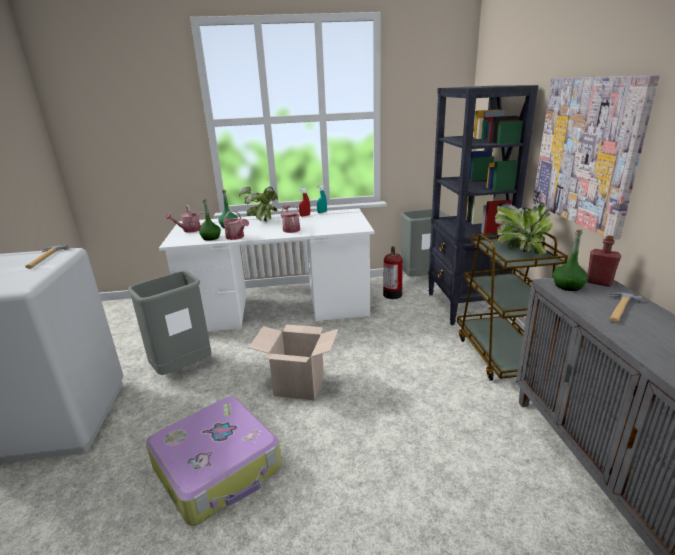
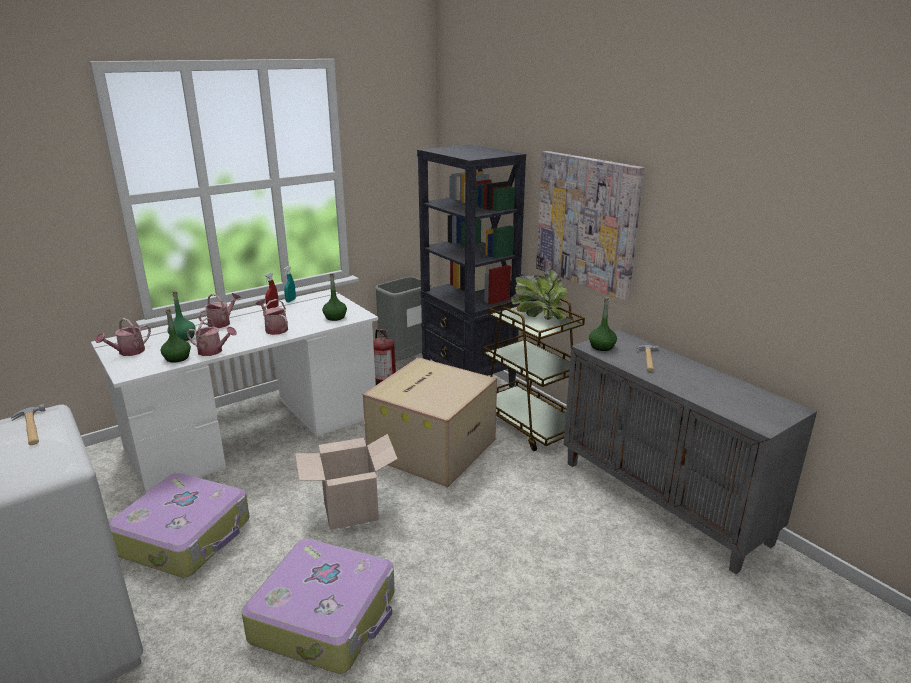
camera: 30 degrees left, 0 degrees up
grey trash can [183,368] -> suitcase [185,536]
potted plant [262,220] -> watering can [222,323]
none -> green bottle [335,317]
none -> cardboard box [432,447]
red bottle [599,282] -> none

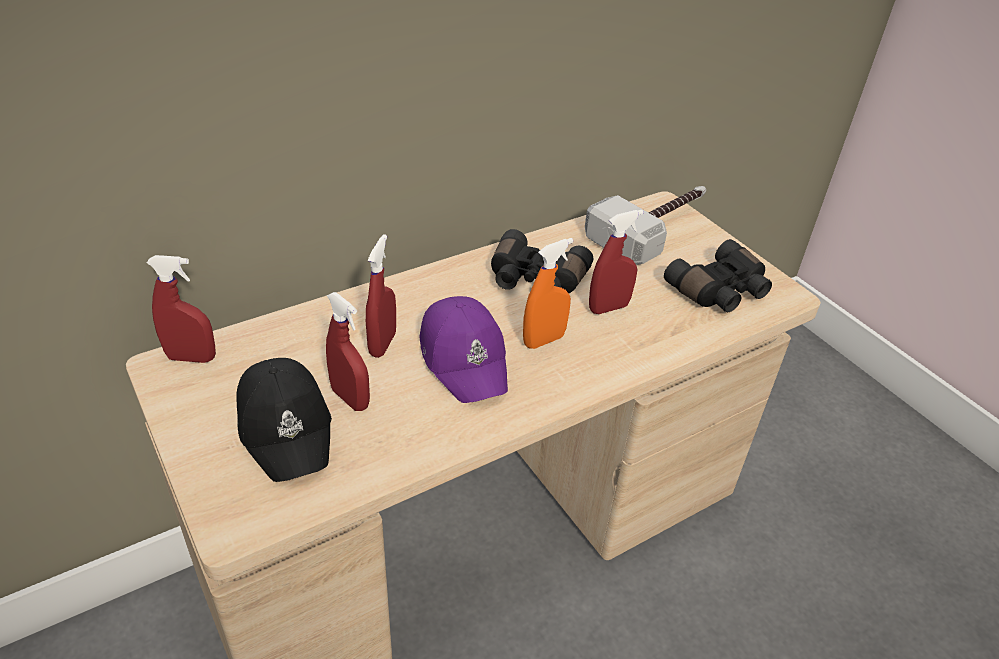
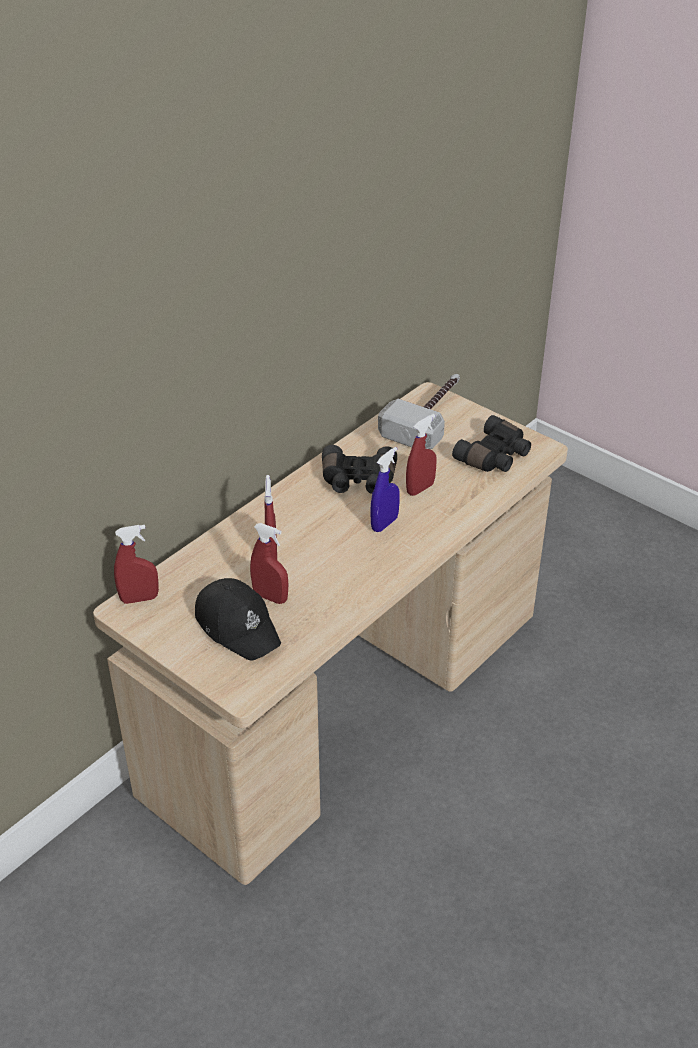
camera: 15 degrees left, 0 degrees up
orange spray bottle [544,340] -> blue spray bottle [384,524]
purple cap [465,358] -> none

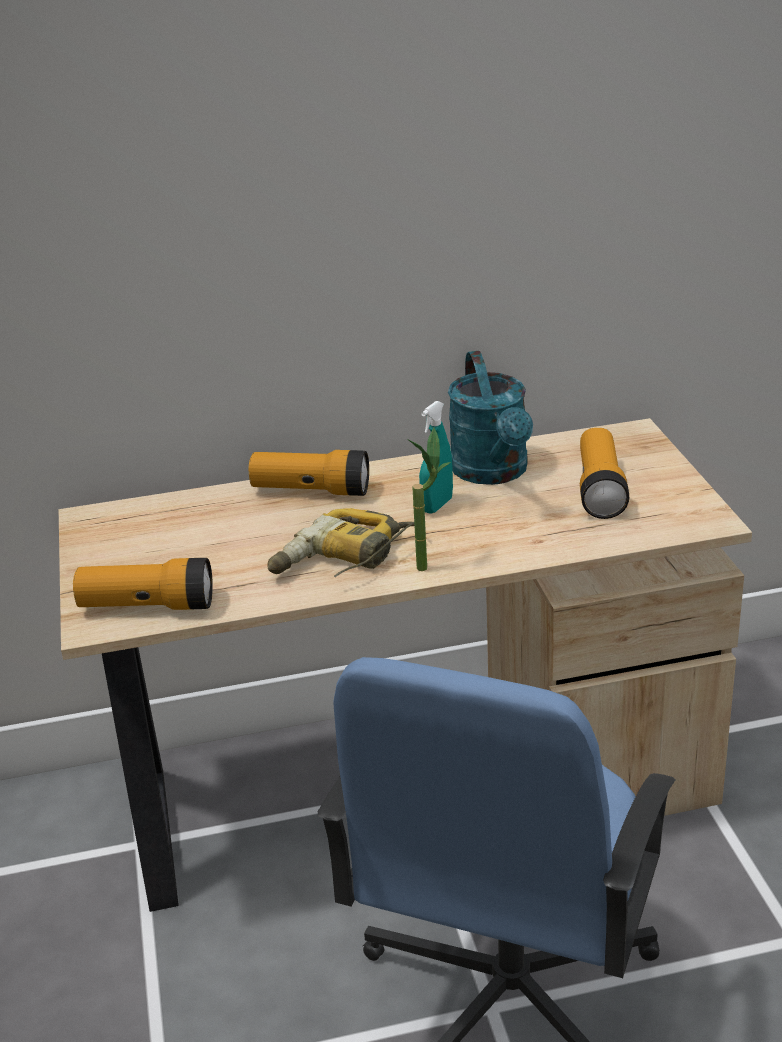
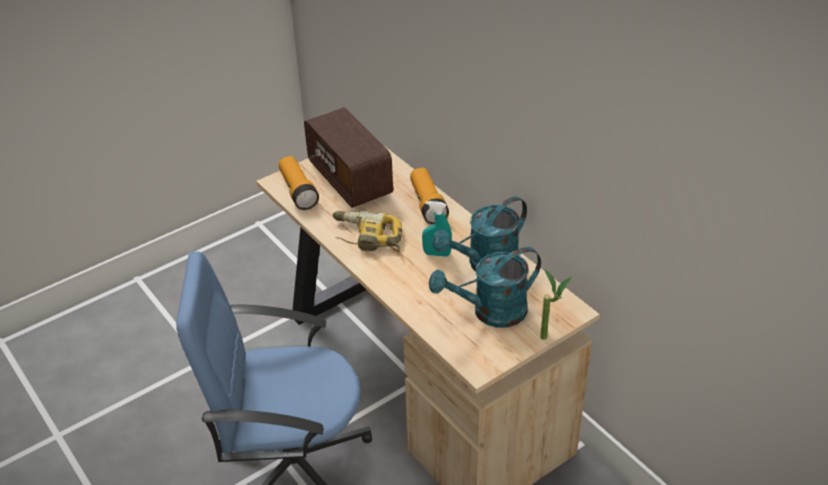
camera: 65 degrees right, 10 degrees up
none -> radio [350,179]
flashlight [600,489] -> turquoise watering can [490,313]
potted plant [429,563] -> potted plant [550,338], shifted

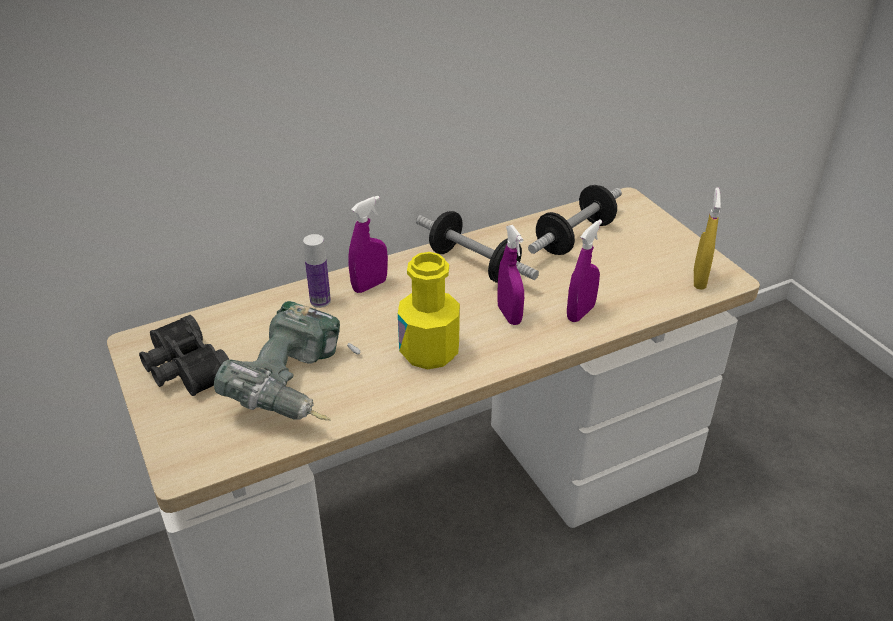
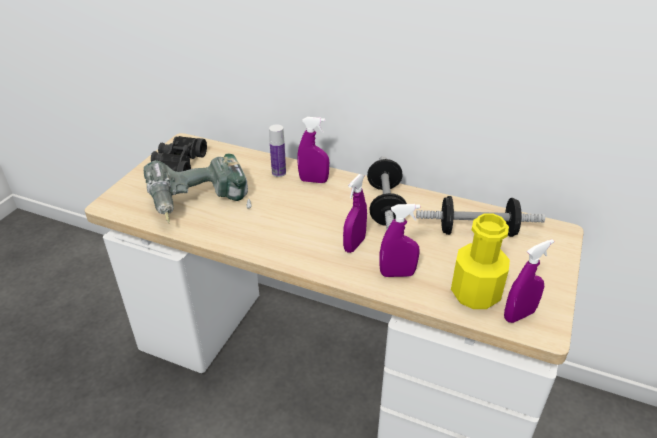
camera: 50 degrees right, 0 degrees up
yellow bottle [429,351] -> yellow bottle [475,293], shifted
yellow spray bottle [699,280] -> purple spray bottle [519,315]

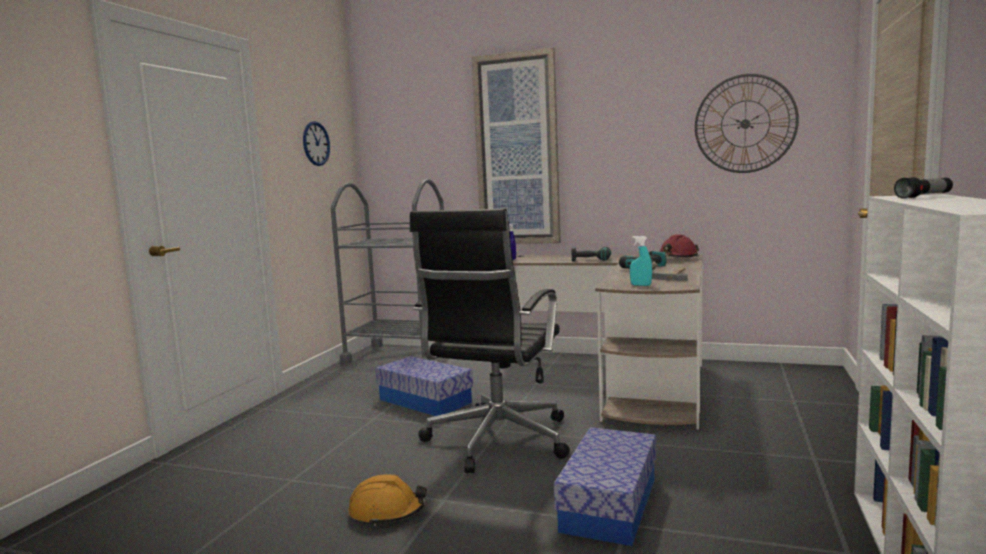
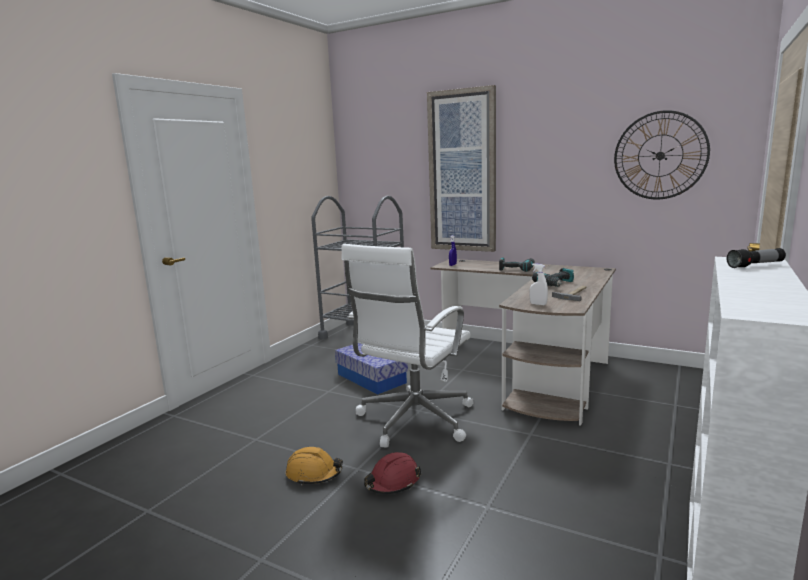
camera: 10 degrees right, 5 degrees up
black office chair [496,441] -> white office chair [413,421]
red hard hat [677,258] -> red hard hat [392,482], shifted
turquoise spray bottle [641,285] -> white spray bottle [538,304]
wall clock [316,143] -> none
storage box [609,505] -> none

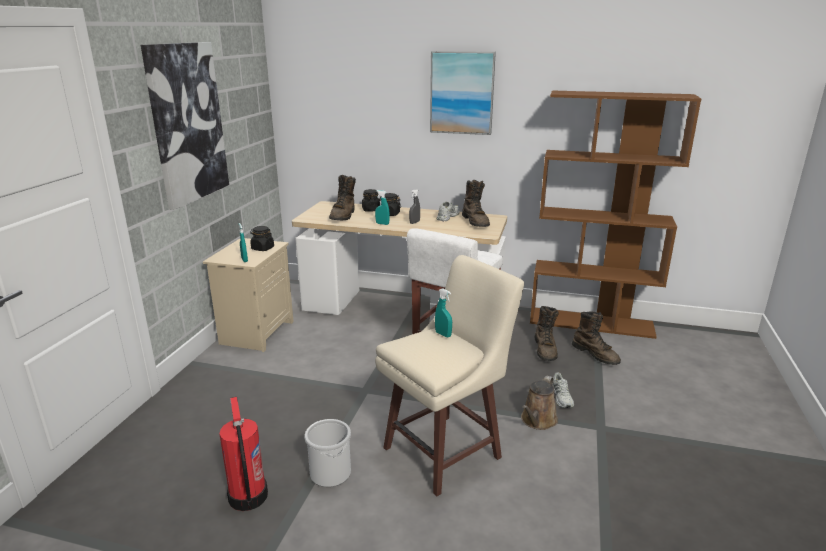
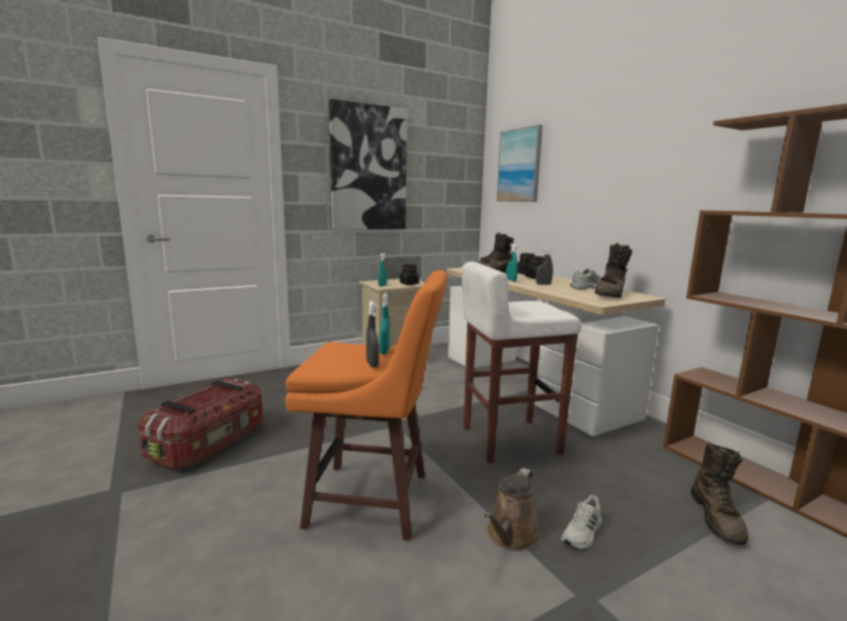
camera: 45 degrees right, 10 degrees down
fire extinguisher [248,497] -> storage box [211,443]
beige stool [445,452] -> orange stool [372,501]
none -> grey spray bottle [372,364]
brown watering can [537,421] -> brown watering can [510,536], 45 degrees counterclockwise
picture [462,93] -> picture [519,165], shifted
bucket [330,473] -> none
brown boot [545,350] -> none

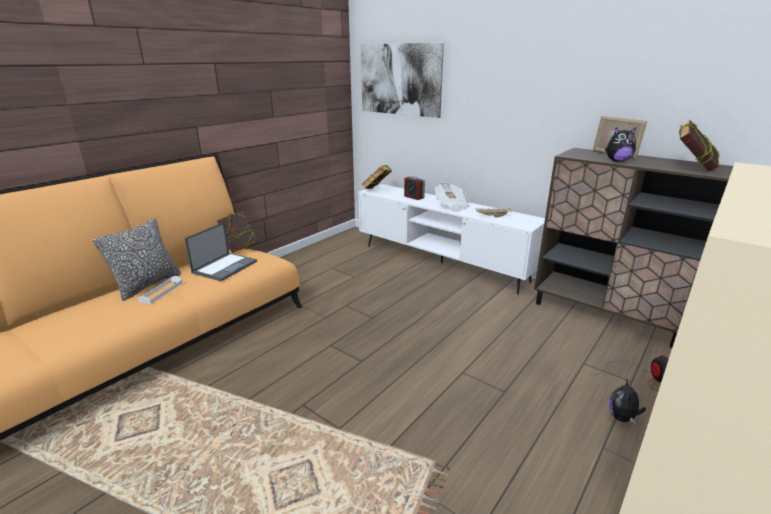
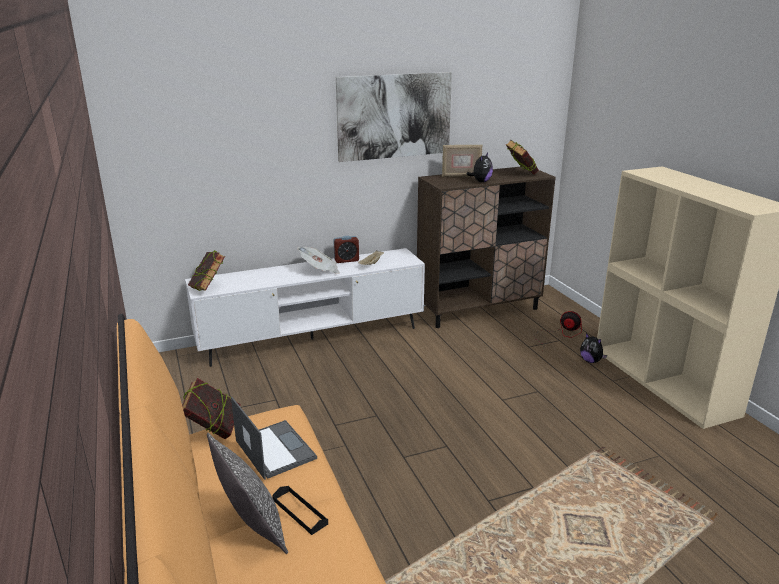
camera: 60 degrees left, 0 degrees up
white tray [161,292] -> black tray [299,512]
alarm clock [414,197] -> alarm clock [346,260], shifted
picture [400,79] -> picture [394,116], shifted

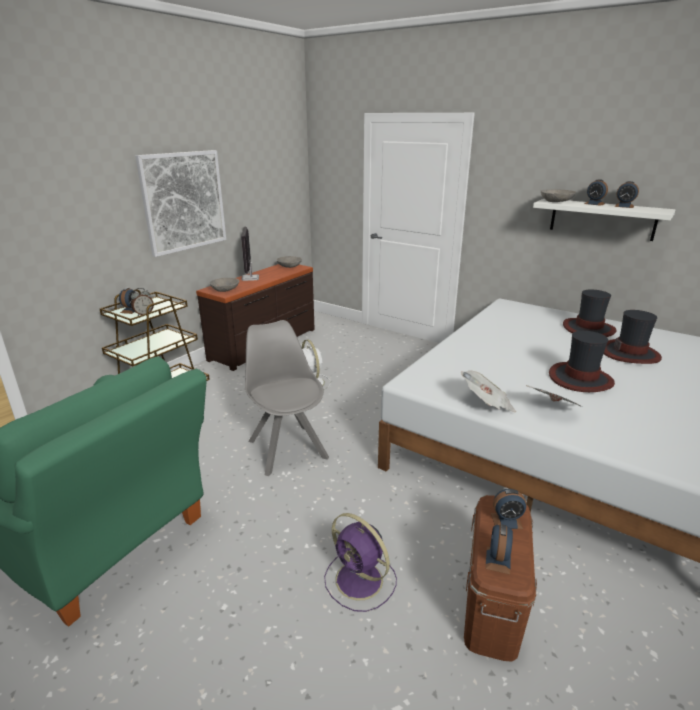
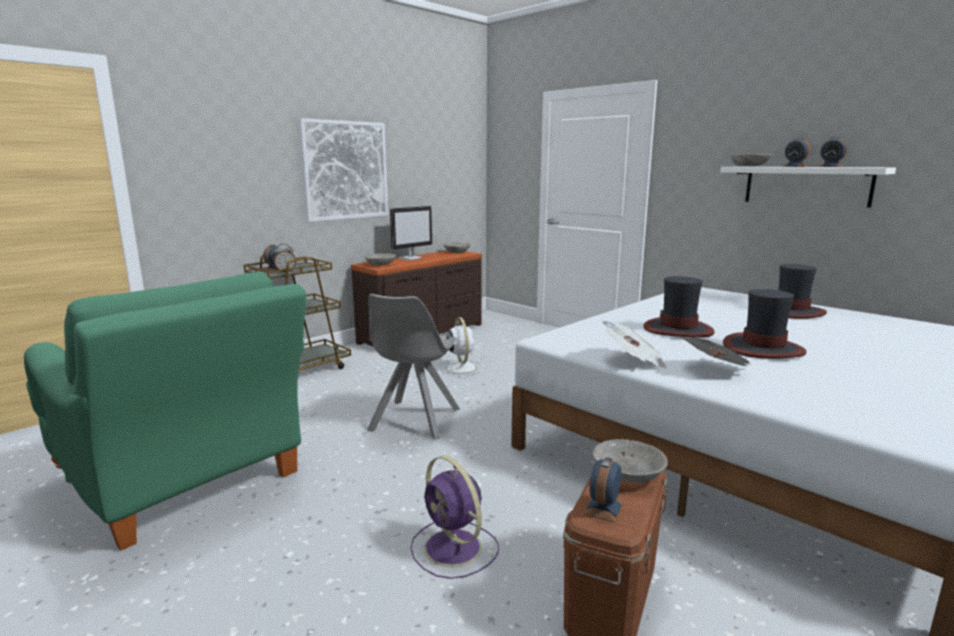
camera: 10 degrees right, 10 degrees down
grey chair [287,448] -> grey chair [414,420], 150 degrees counterclockwise
monitor [250,278] -> monitor [411,258], 135 degrees counterclockwise
alarm clock [506,521] -> grey bowl [629,475]
hat [630,353] -> hat [678,329], shifted

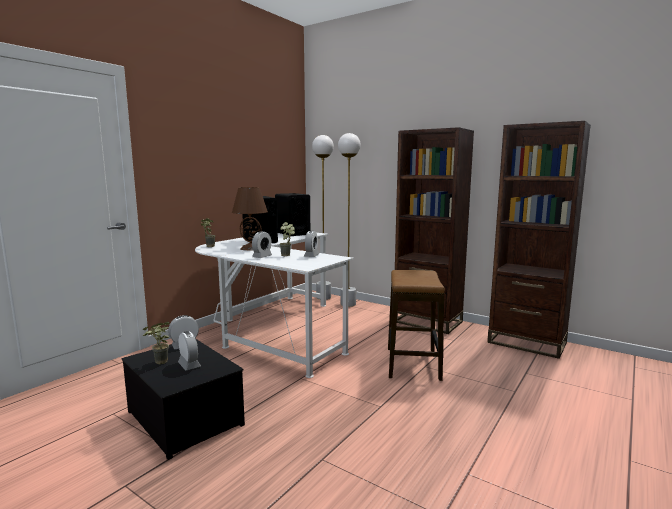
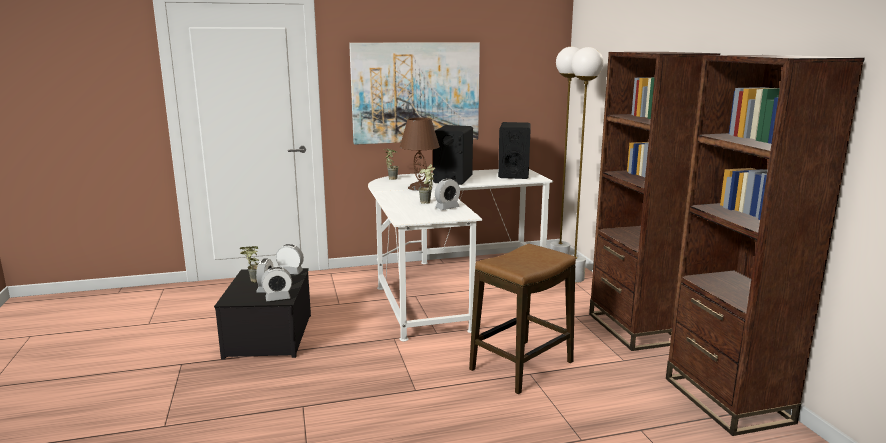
camera: 40 degrees right, 5 degrees up
alarm clock [262,256] -> alarm clock [278,298], shifted
none -> picture [416,93]

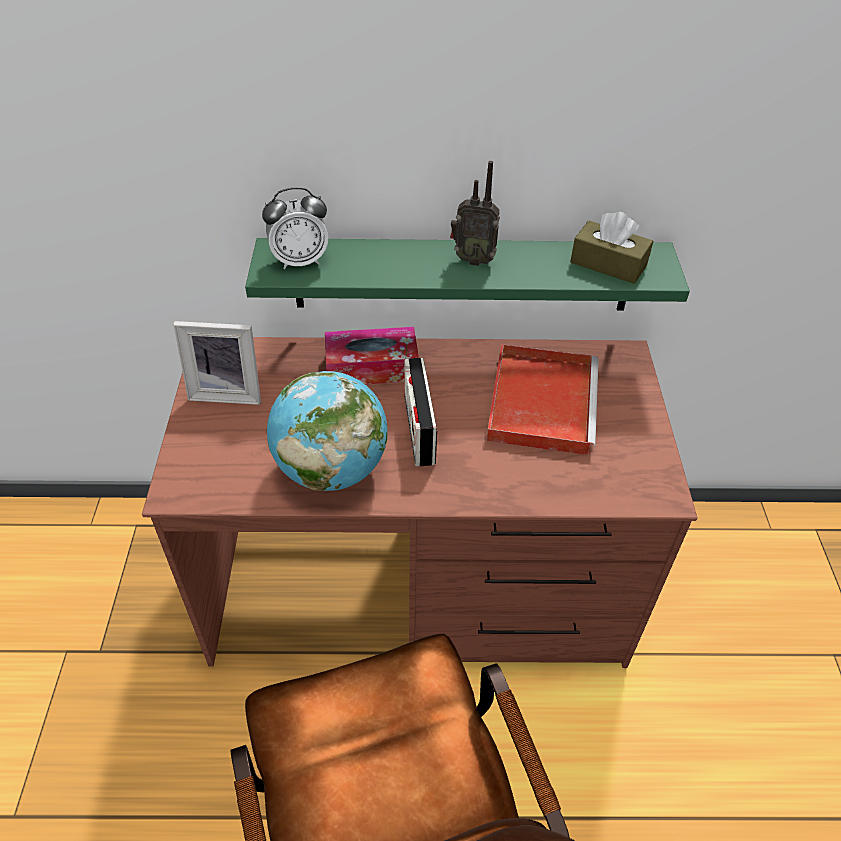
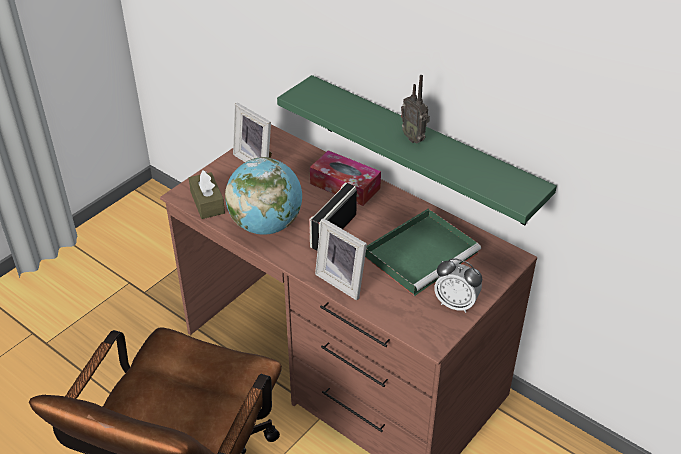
camera: 40 degrees right, 5 degrees down
brown tissue box [608,264] -> brown tissue box [207,202], shifted
none -> picture frame [343,280]
red tray [541,400] -> green tray [422,253]
alarm clock [300,261] -> alarm clock [456,303], shifted

